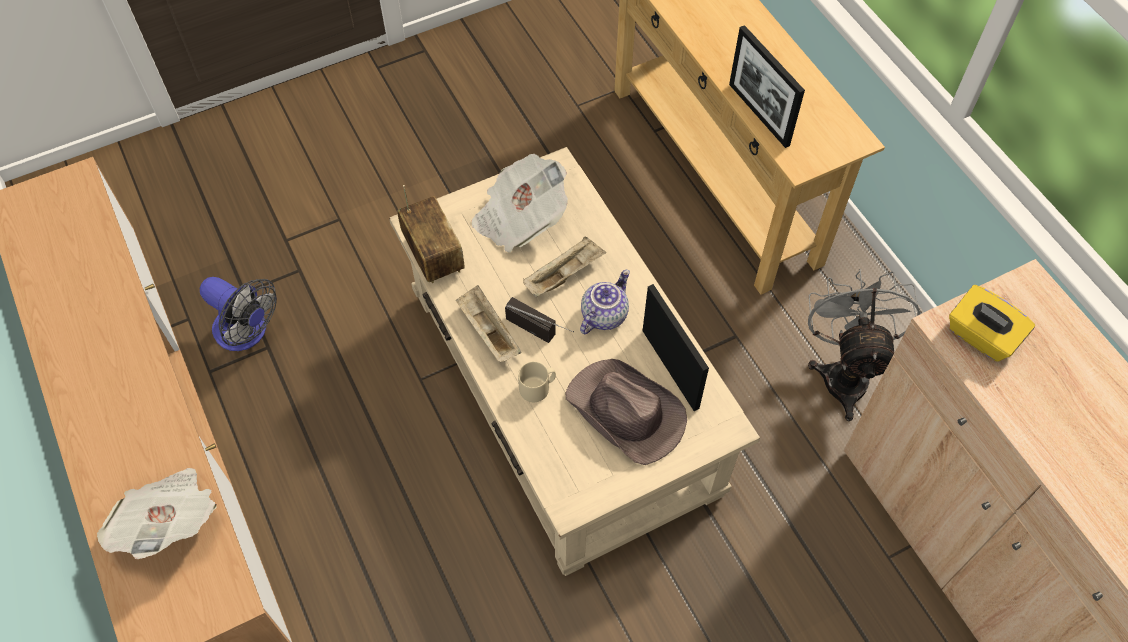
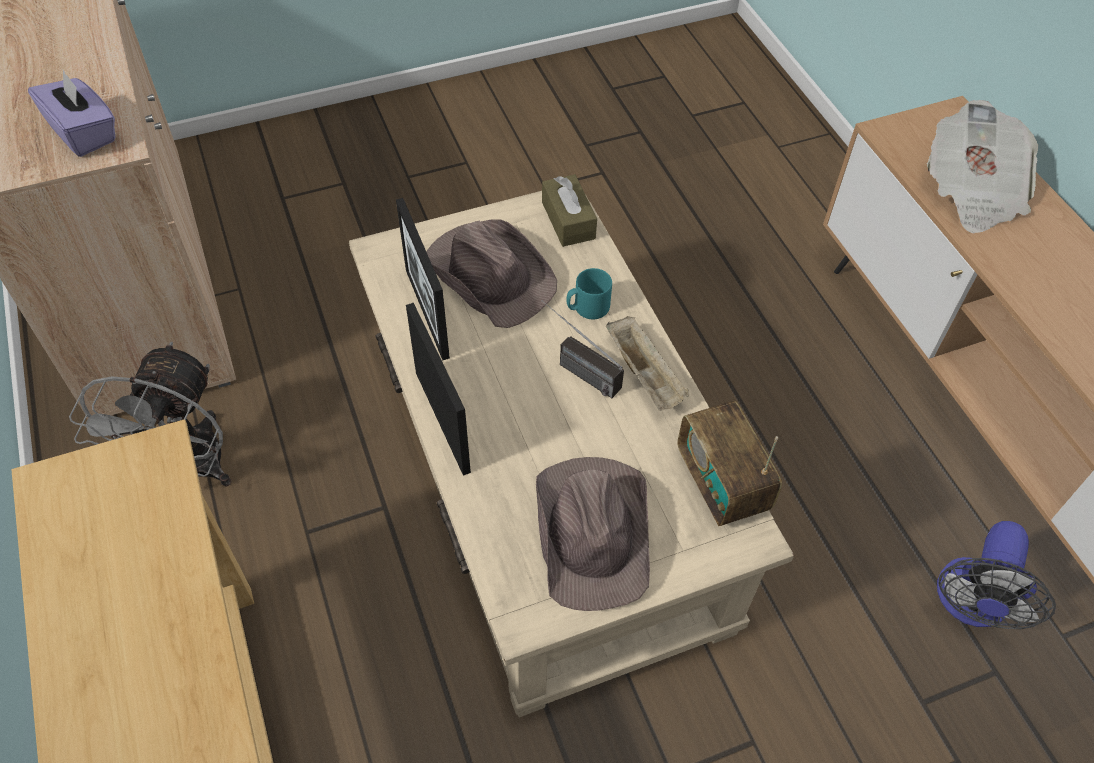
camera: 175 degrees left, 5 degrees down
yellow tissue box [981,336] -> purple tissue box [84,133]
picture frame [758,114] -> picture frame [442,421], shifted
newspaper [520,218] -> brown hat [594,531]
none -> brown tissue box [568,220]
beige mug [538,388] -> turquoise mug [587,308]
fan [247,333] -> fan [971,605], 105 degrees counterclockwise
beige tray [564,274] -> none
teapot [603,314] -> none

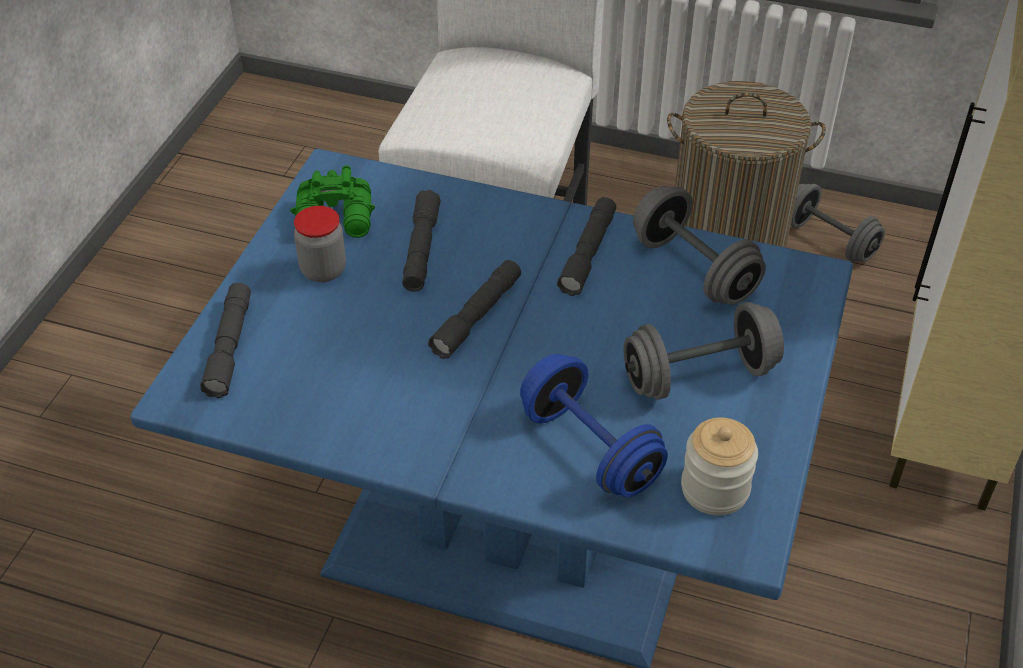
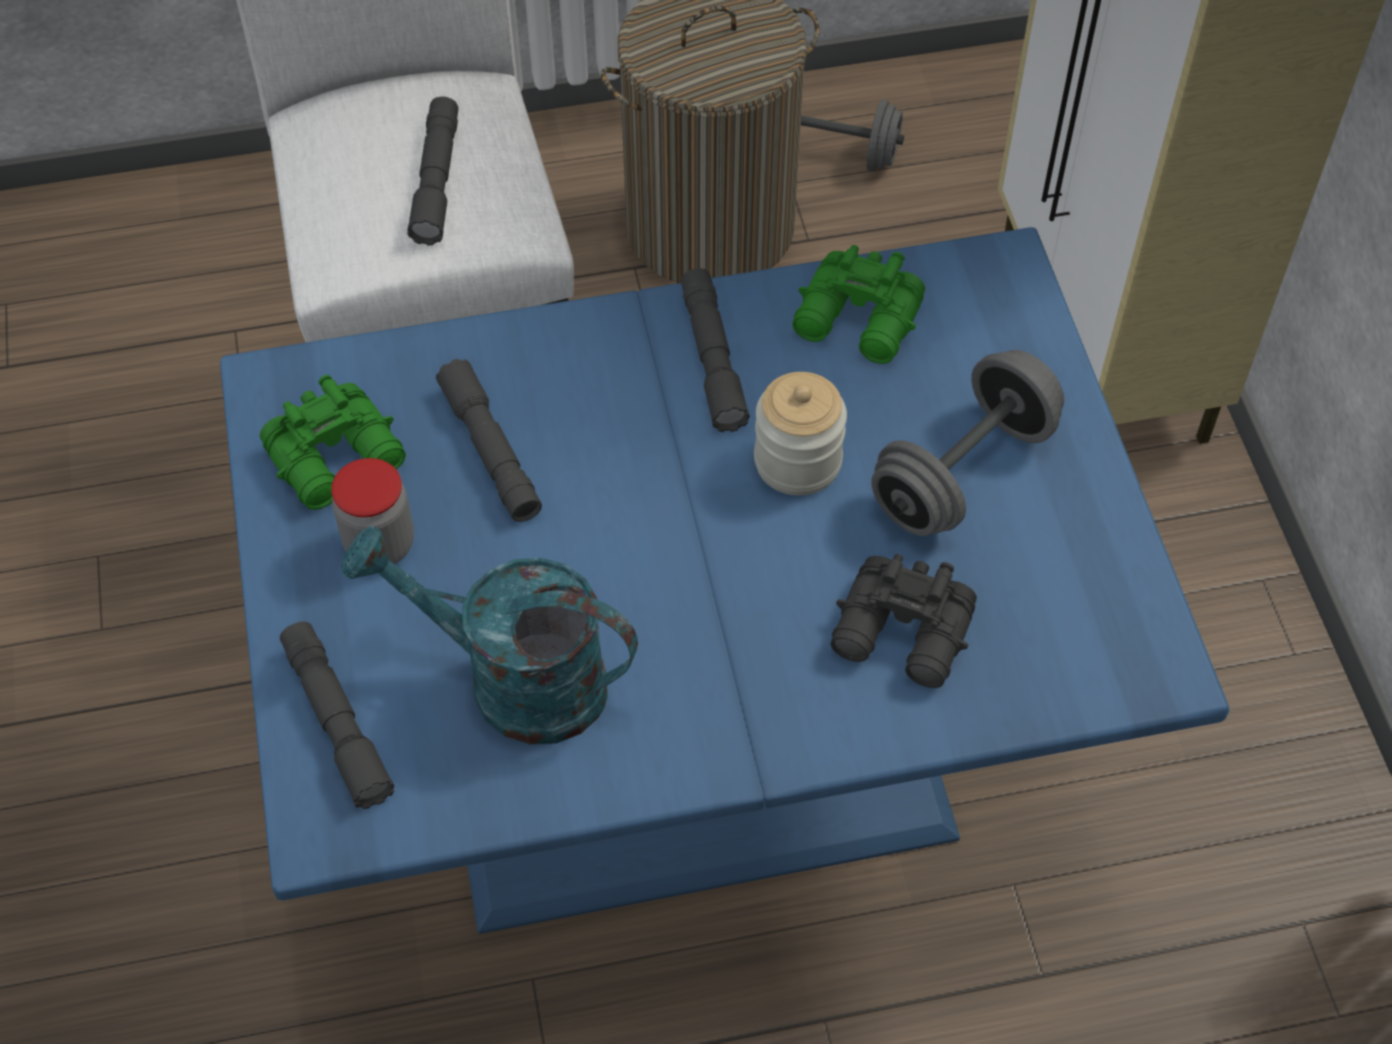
camera: 30 degrees left, 10 degrees up
none -> turquoise watering can [513,679]
grey flashlight [477,316] -> grey flashlight [436,180], shifted
jar [715,489] -> jar [797,461], shifted
grey dumbbell [694,269] -> green binoculars [859,322]
blue dumbbell [590,448] -> black binoculars [903,636]

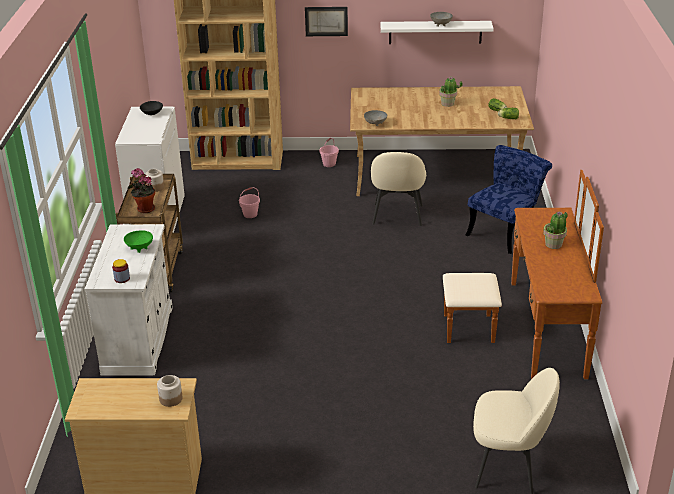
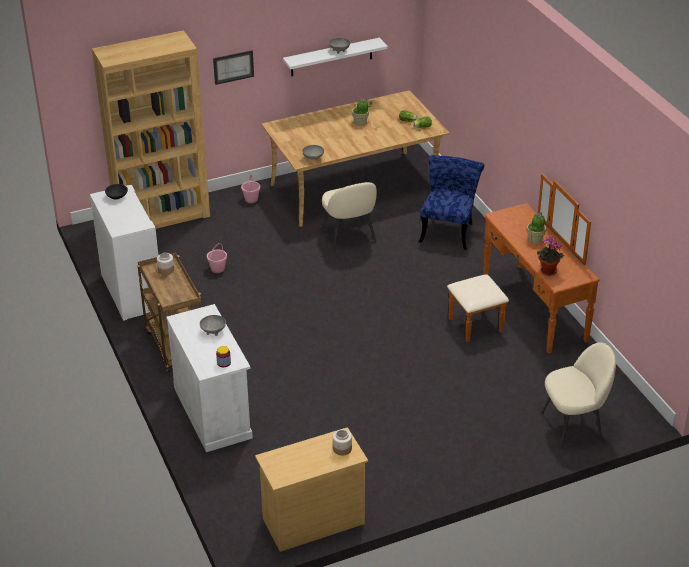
camera: 25 degrees left, 5 degrees up
green bowl [140,247] -> grey bowl [213,331]
potted plant [144,209] -> potted plant [547,272], shifted

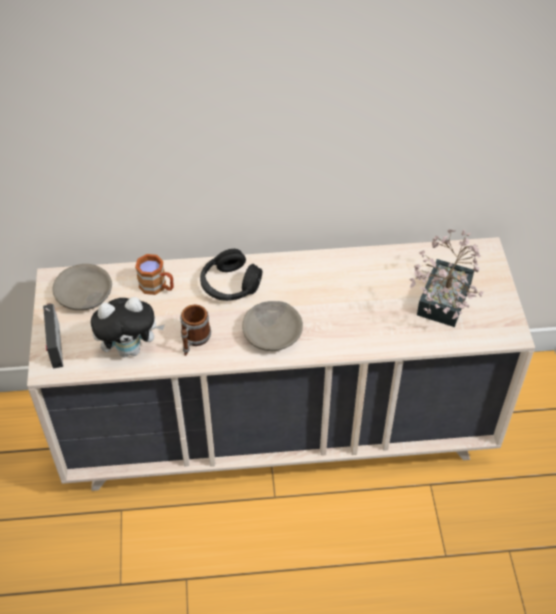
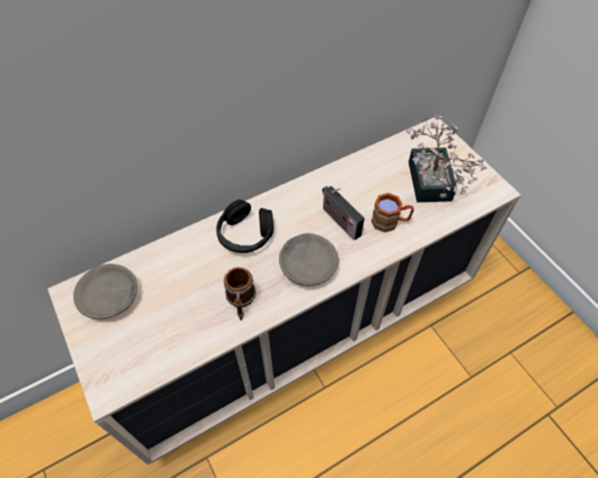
camera: 25 degrees left, 5 degrees up
radio [55,343] -> radio [339,220], shifted
brown mug [157,287] -> brown mug [390,222], shifted
plush toy [130,349] -> none

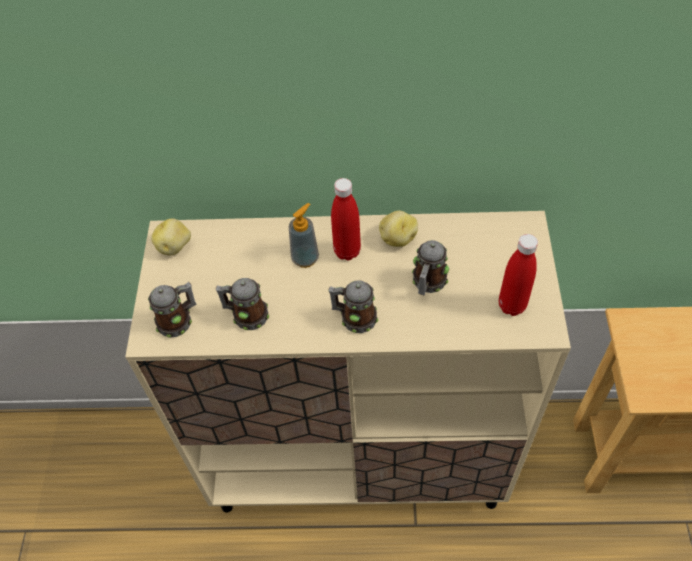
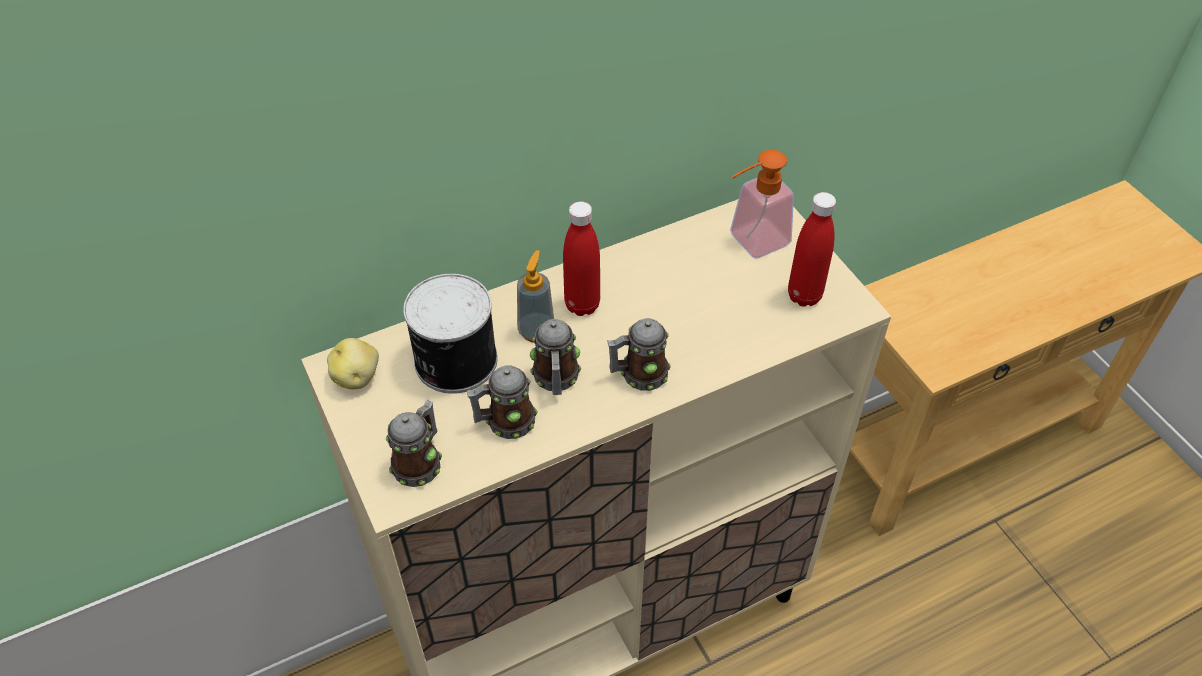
camera: 30 degrees left, 5 degrees down
none -> can [453,361]
mug [428,283] -> mug [556,379], shifted
none -> soap dispenser [751,243]
potato [397,238] -> none

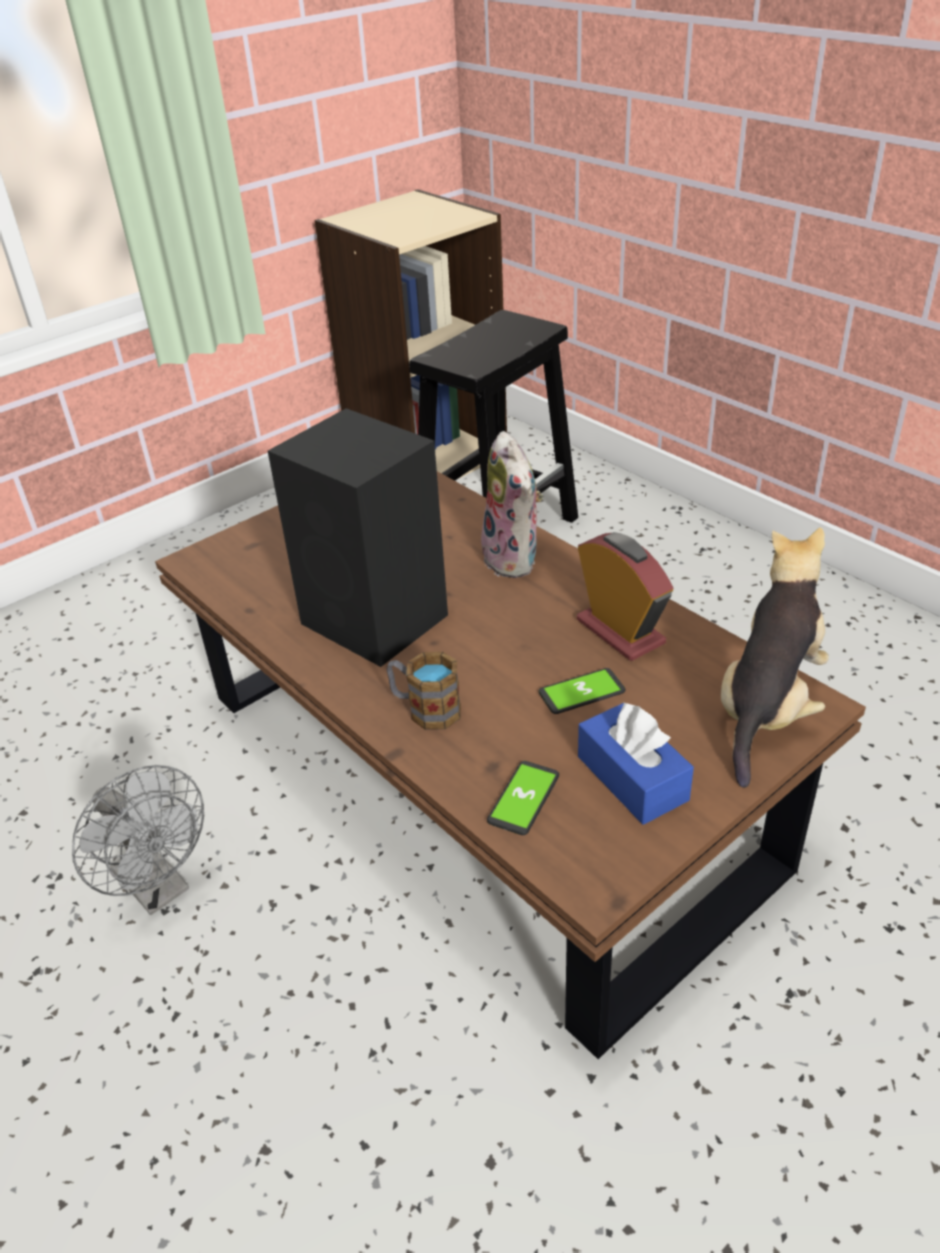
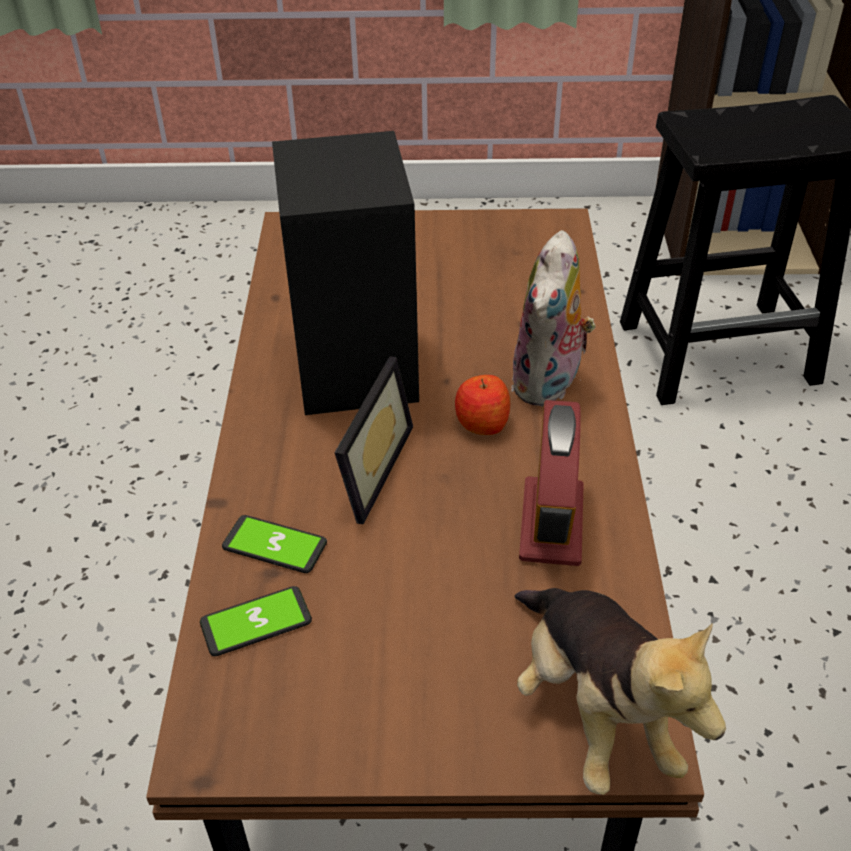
camera: 40 degrees right, 5 degrees up
phone [581,692] -> phone [274,545], shifted
none -> picture frame [364,468]
none -> apple [482,422]
plush toy [767,707] -> plush toy [592,710], 90 degrees clockwise
grey fan [159,888] -> none
mug [425,709] -> none
blue tissue box [632,778] -> none

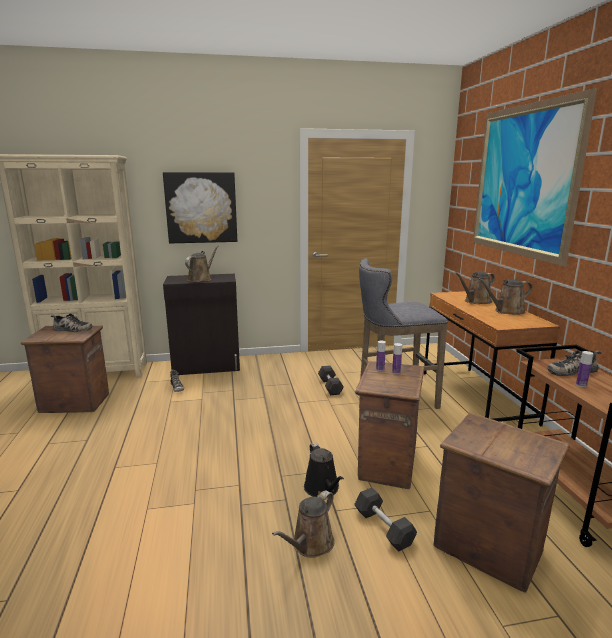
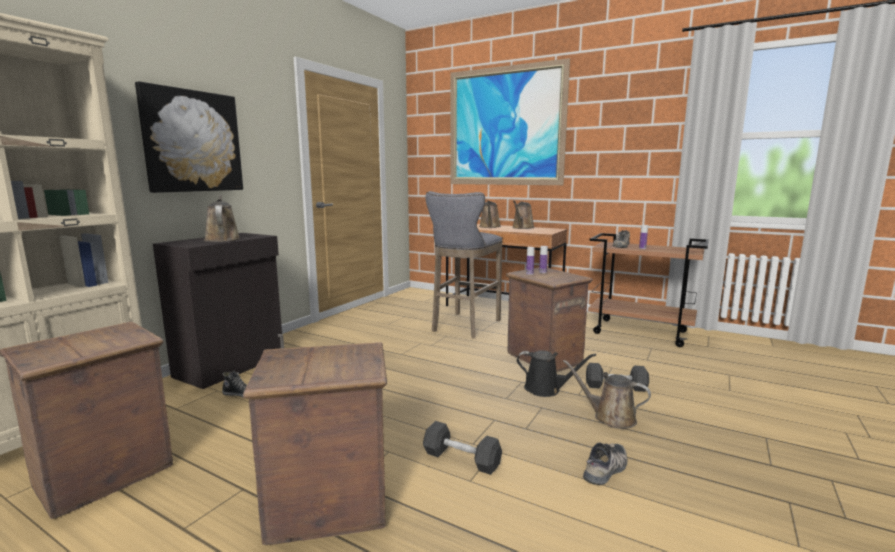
camera: 50 degrees left, 5 degrees down
crate [488,550] -> crate [329,508], shifted
grey dumbbell [330,386] -> grey dumbbell [461,459], shifted
brown watering can [310,544] -> brown watering can [610,417], 135 degrees clockwise
shoe [71,329] -> shoe [606,469], shifted

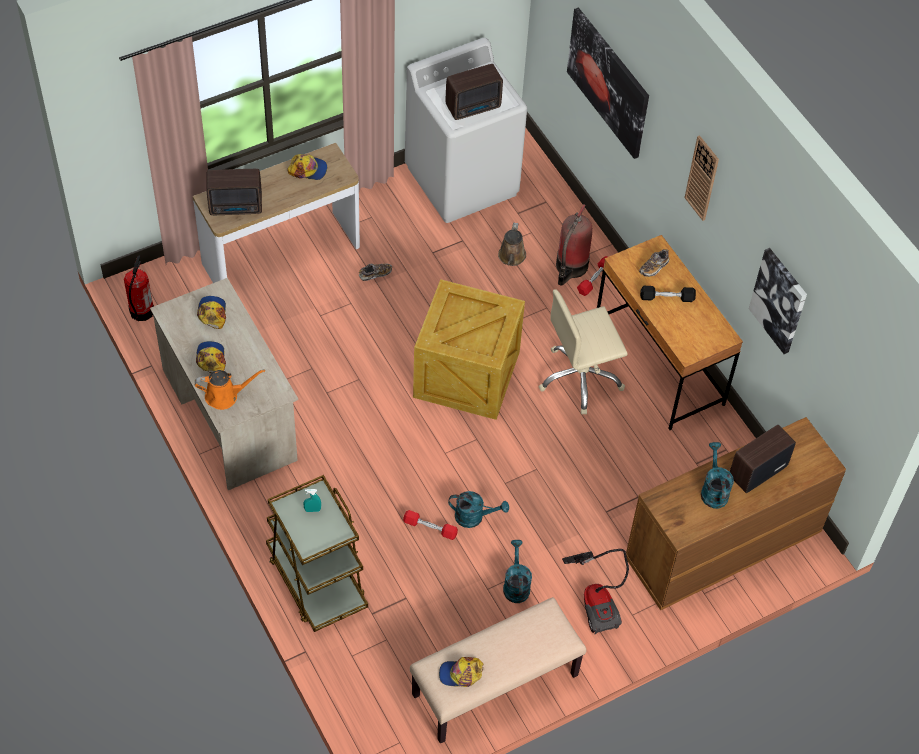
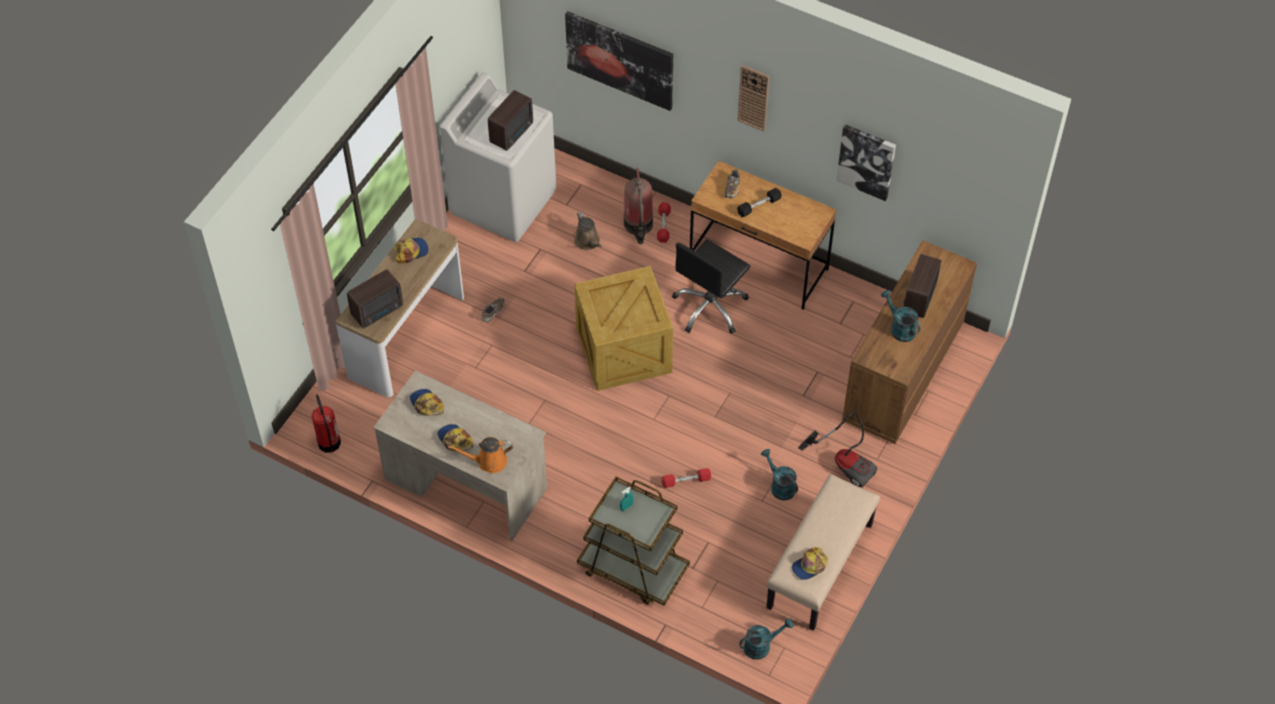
camera: 30 degrees left, 0 degrees up
orange watering can [225,396] -> orange watering can [488,461], 150 degrees counterclockwise
beige office chair [580,378] -> black office chair [710,307]
turquoise watering can [474,517] -> turquoise watering can [761,646], shifted

